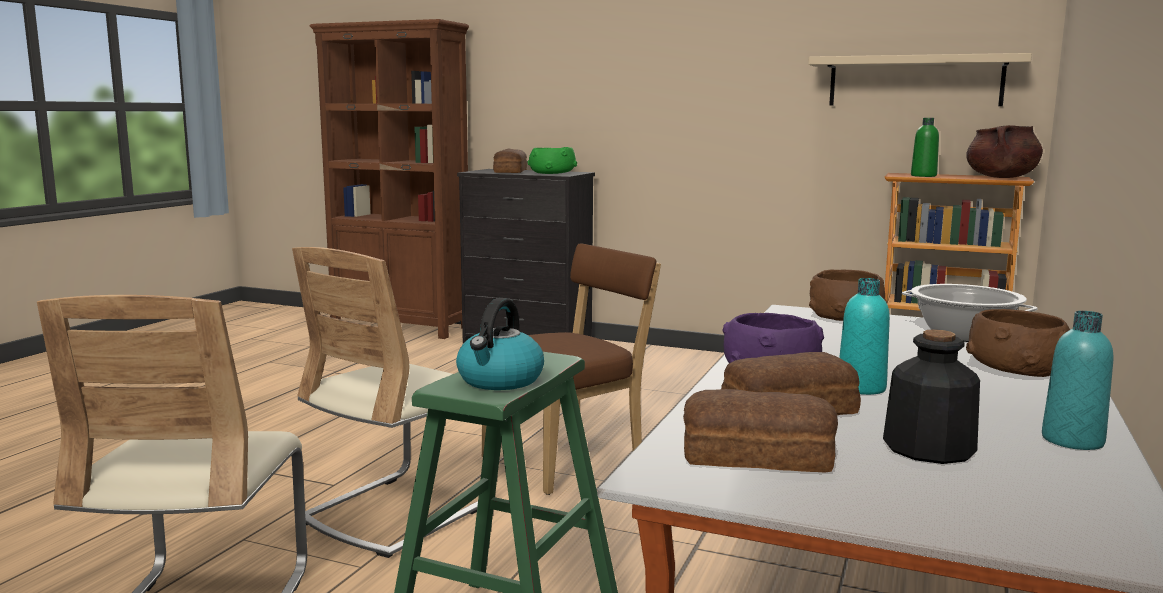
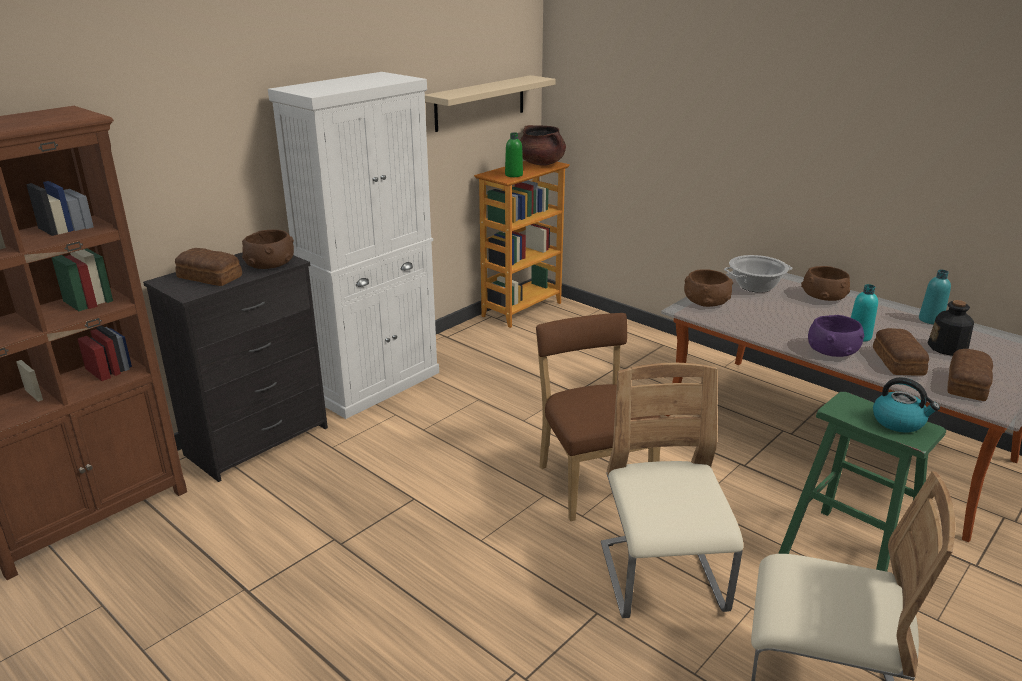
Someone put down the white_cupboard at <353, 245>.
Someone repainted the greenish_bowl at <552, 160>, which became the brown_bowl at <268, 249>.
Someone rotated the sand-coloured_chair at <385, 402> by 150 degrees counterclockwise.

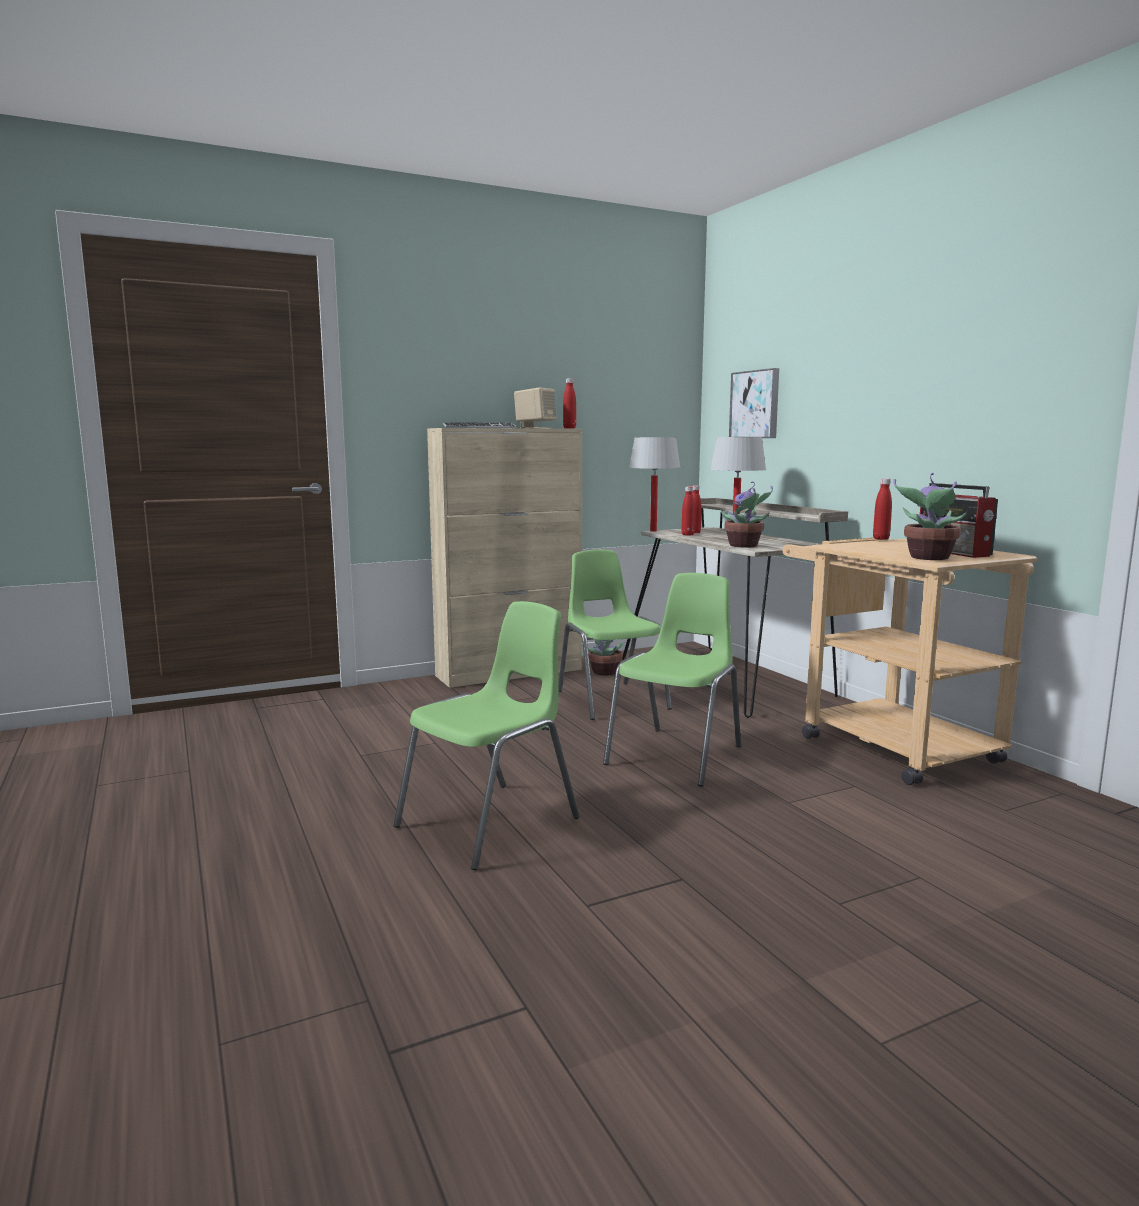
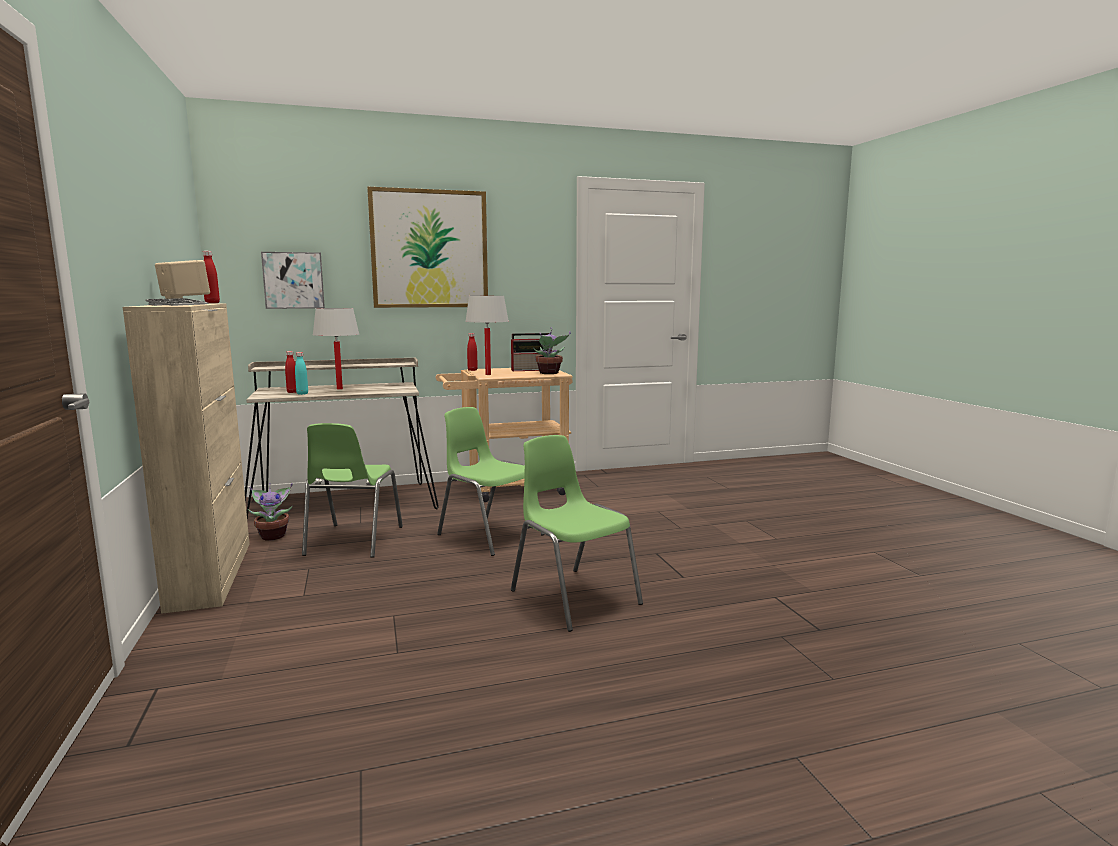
Someone took away the plant_in_a_pot at <746, 514>.
Someone put up the wall_art at <427, 247>.
Someone carried the white_tabletop_lamp from <655, 484> to <487, 335>.
Someone repainted the reddish_beverage_bottle at <688, 511>, which became the turquoise_beverage_bottle at <301, 373>.
Someone rotated the greenish_chair at <615, 635> by 75 degrees counterclockwise.

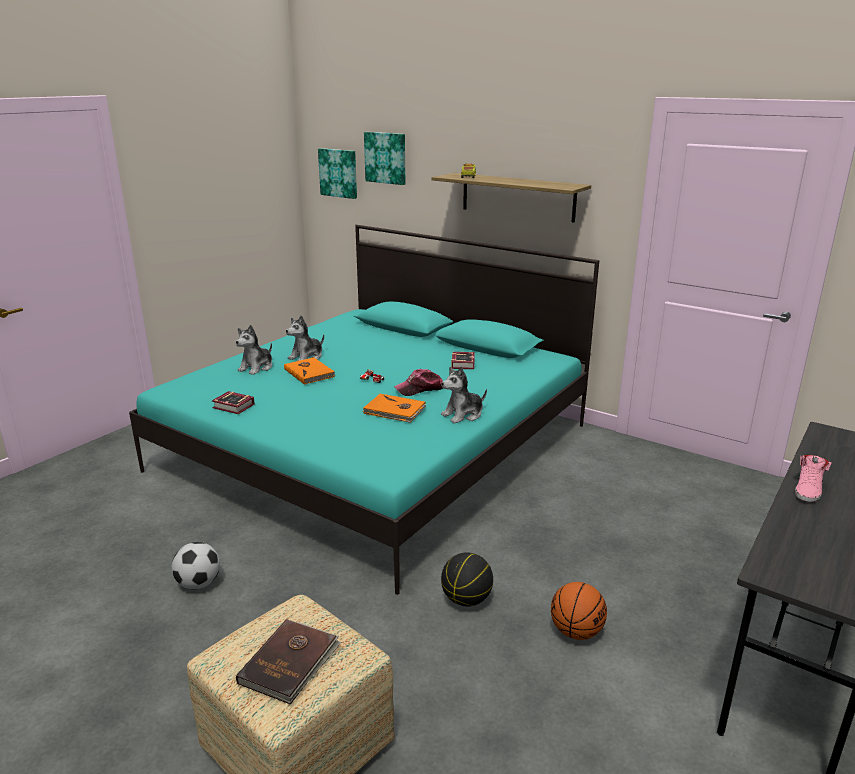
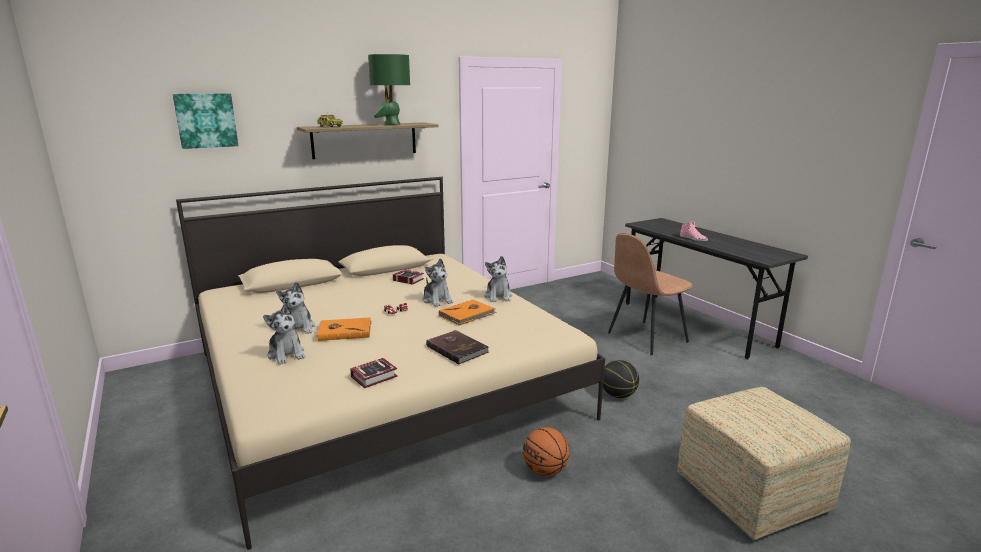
Someone took away the football_ball at <196, 565>.
Someone took away the wall_art at <337, 173>.
Someone put down the greenish_tabletop_lamp at <389, 89>.
Someone put down the brown_chair at <650, 294>.
Someone carried the brown_bound_book from <289, 662> to <457, 347>.
Someone carried the ball_for_basketball from <579, 611> to <546, 451>.
Someone swapped the baseball_cap at <418, 382> for the plush_toy at <438, 282>.
Someone repainted the turquoise_sleeping_bed at <364, 410>, which became the sand-coloured_sleeping_bed at <390, 363>.

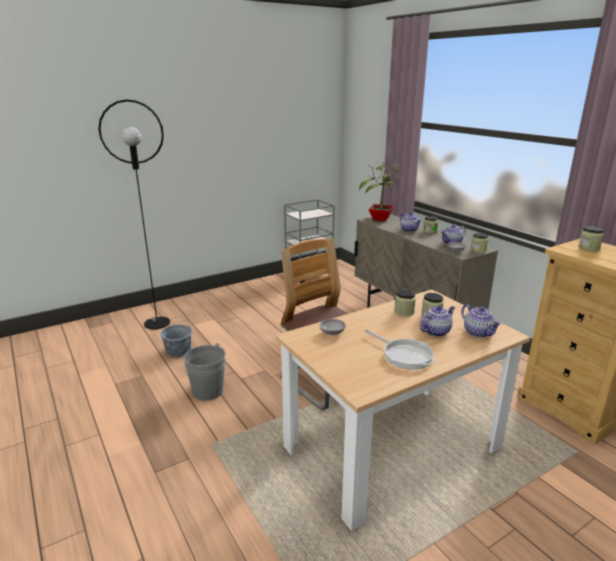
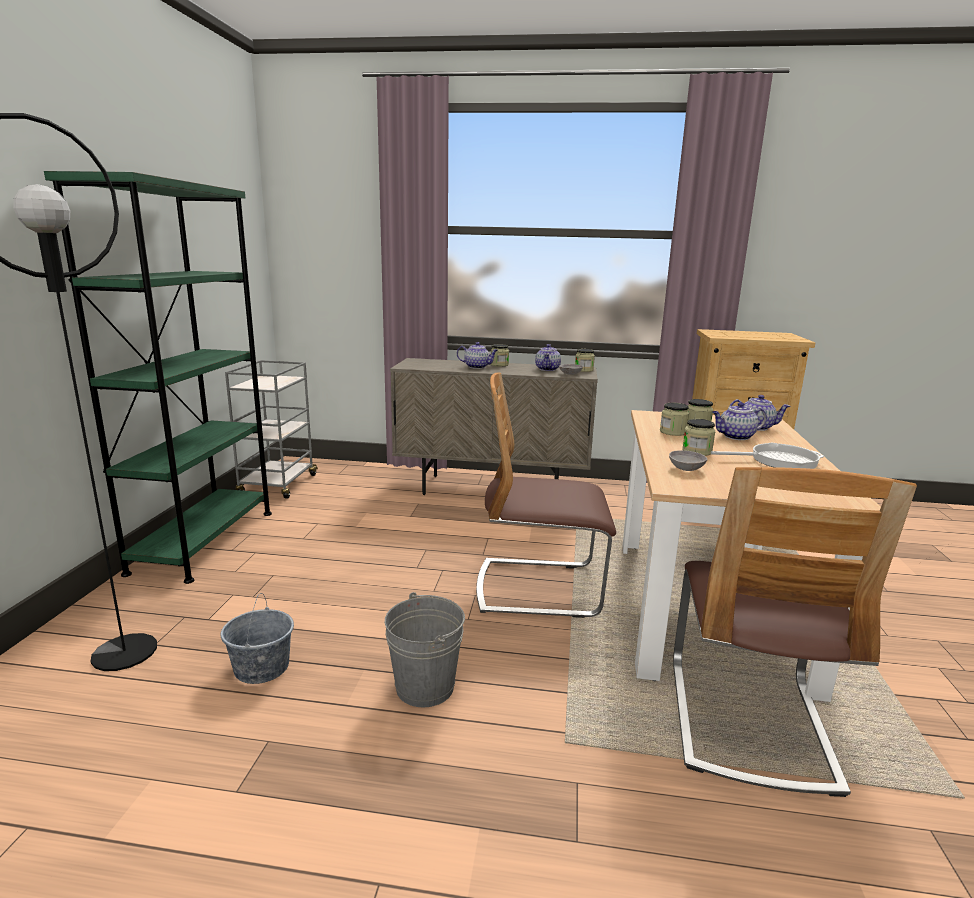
Someone took away the plant_in_a_pot at <379, 191>.
Someone put down the greenish_shelving_unit at <158, 377>.
Someone put down the chair at <795, 632>.
Someone carried the storage_jar from <591, 238> to <698, 437>.
Someone rotated the teapot at <437, 321> by 105 degrees counterclockwise.

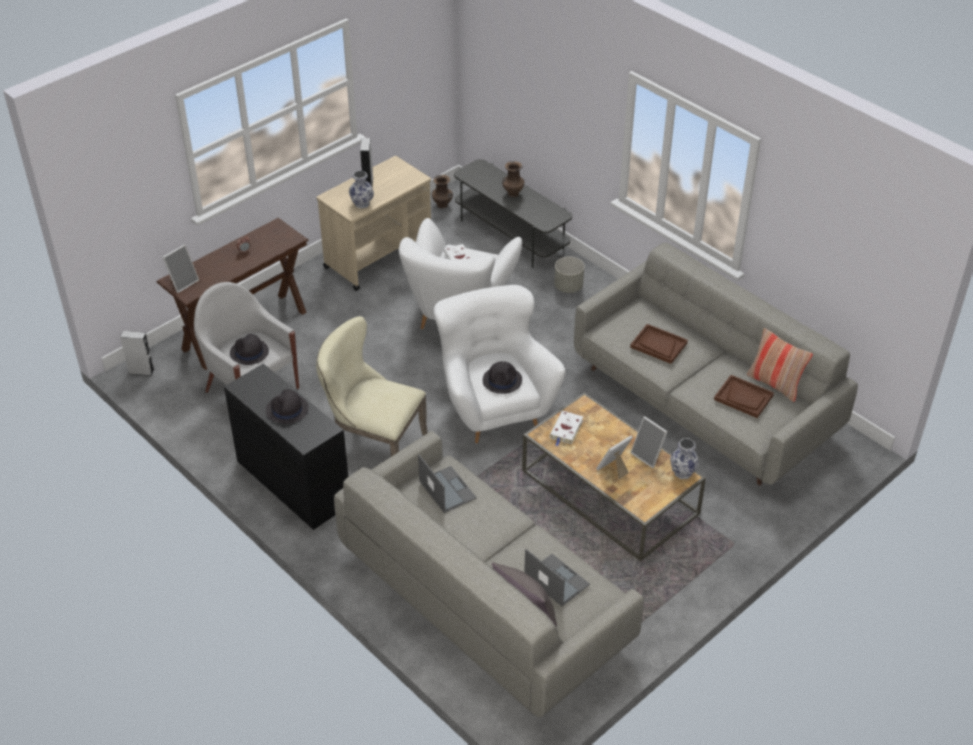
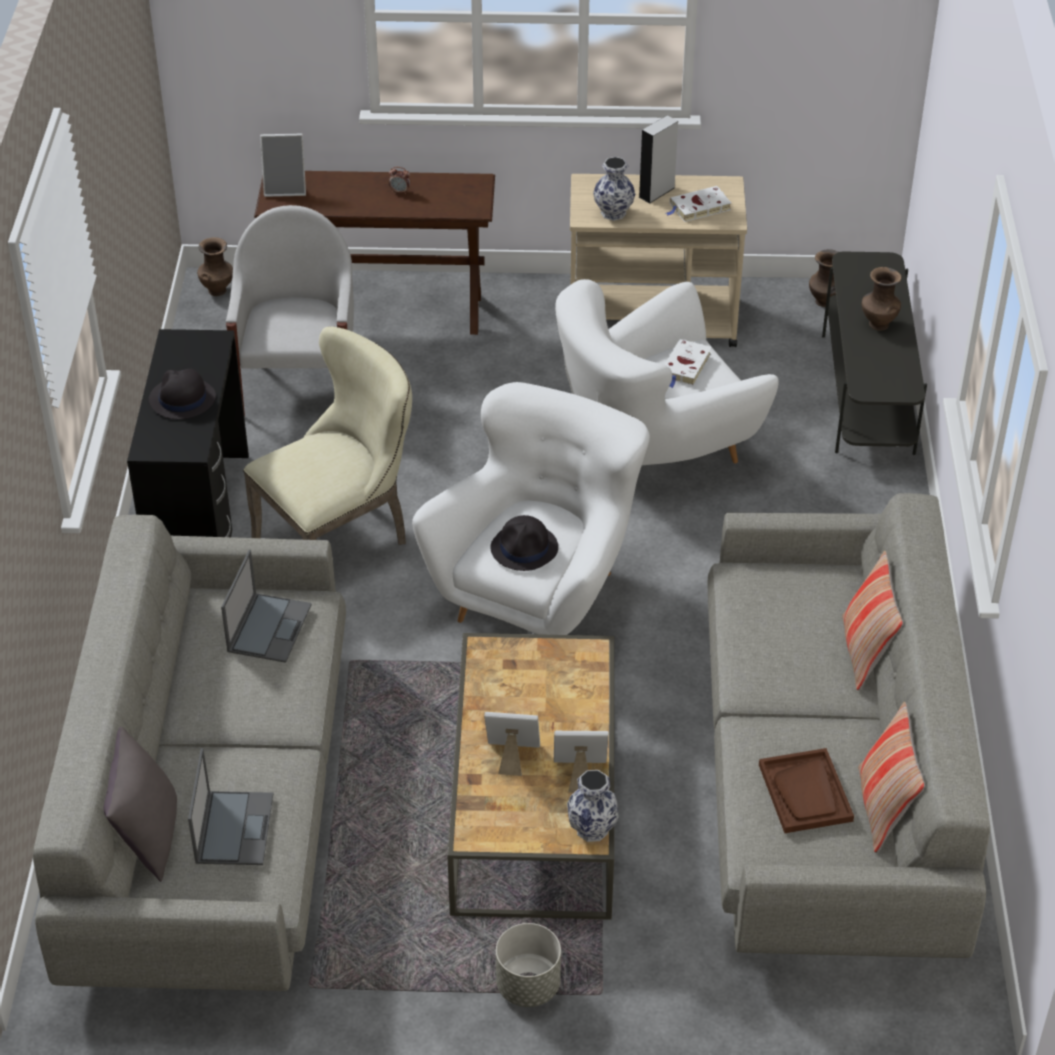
Someone took away the black-coloured_clothing_hat at <249, 349>.
Someone took away the brown_carrying_tray at <659, 344>.
Someone put down the throw_pillow at <872, 621>.
Someone carried the white_bound_book from <566, 428> to <698, 204>.
Someone carried the grey_planter from <569, 275> to <528, 965>.
Someone swapped the grey_loudspeaker at <137, 353> for the brown_flower_vase at <215, 266>.
Someone rotated the sand-coloured_chair at <372, 386> by 75 degrees clockwise.
Someone rotated the picture_frame at <649, 442> by 90 degrees clockwise.

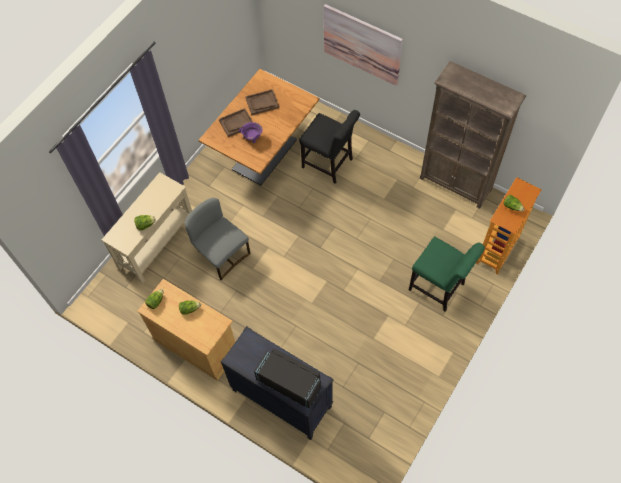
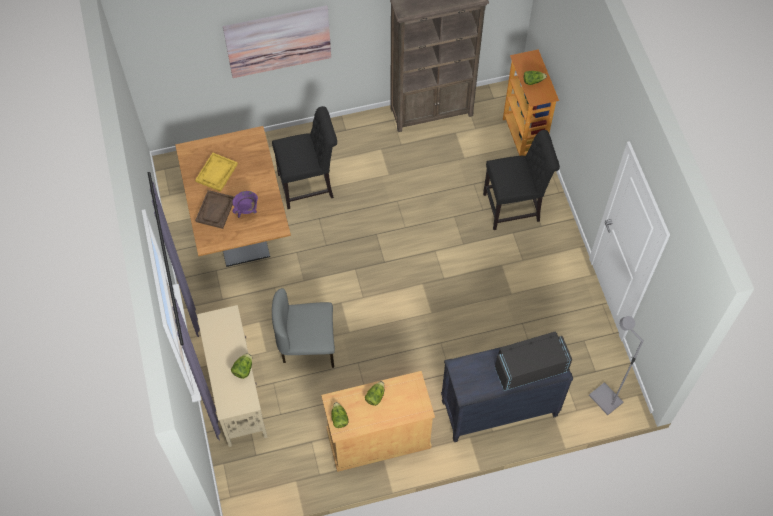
Someone put down the grey_floor_lamp at <616, 365>.
Someone repainted the brown_carrying_tray at <262, 102>, which became the yellow_carrying_tray at <216, 172>.
Someone repainted the greenish_chair at <447, 274>, which became the black-coloured_chair at <521, 180>.

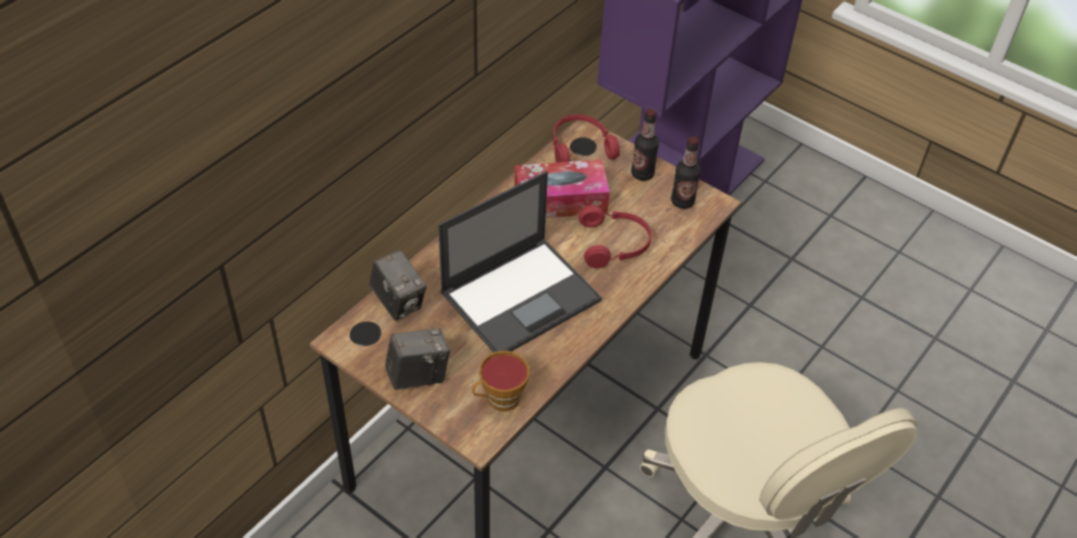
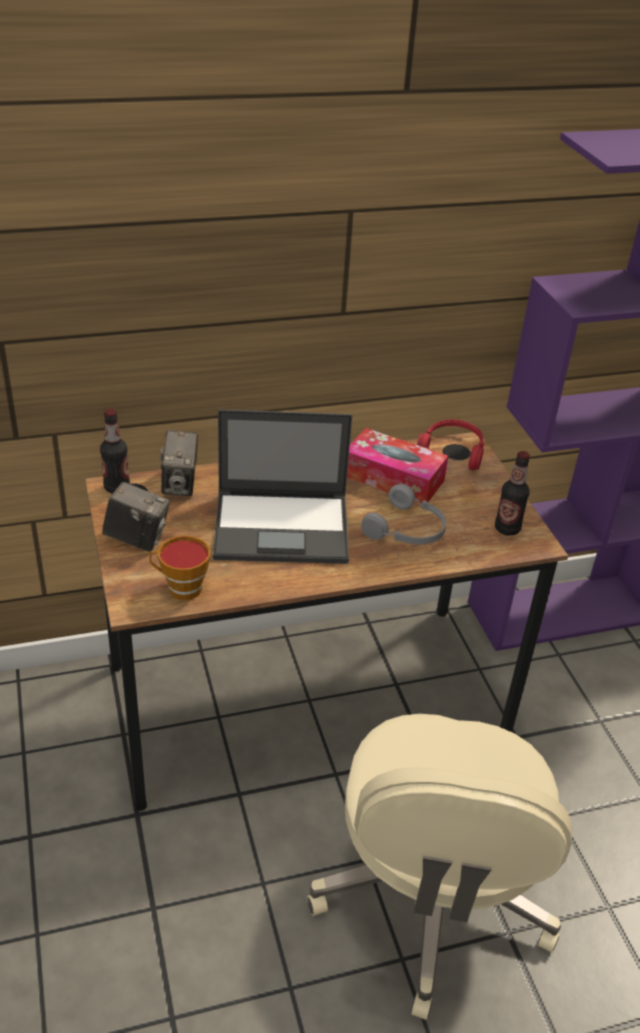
Someone carried the beverage_bottle from <645, 145> to <115, 451>.
Someone repainted the reddish_pair_of_headphones at <615, 236>, which became the grey_pair_of_headphones at <403, 514>.

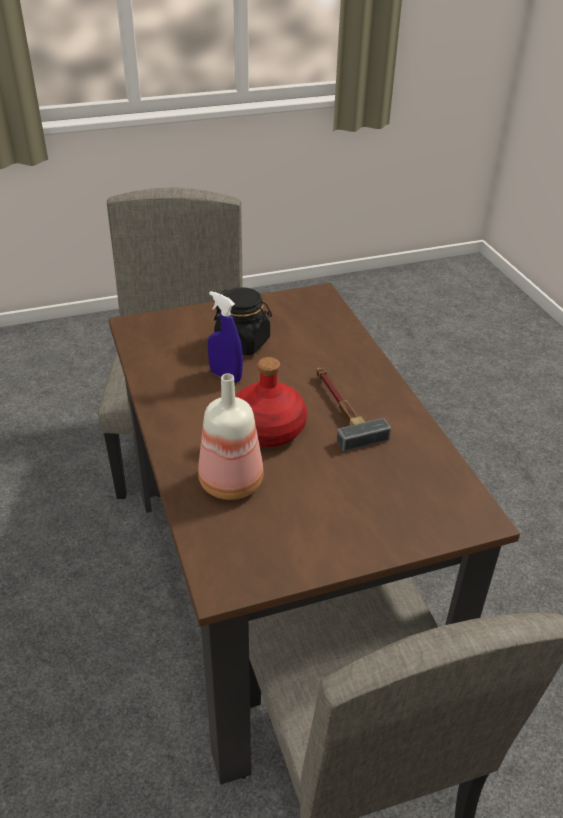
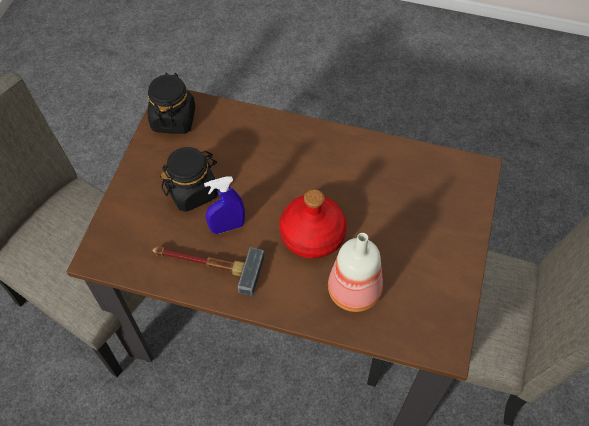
Someone put down the black-coloured_storage_jar at <171, 103>.
Someone carried the tool_hammer from <353, 409> to <208, 271>.

